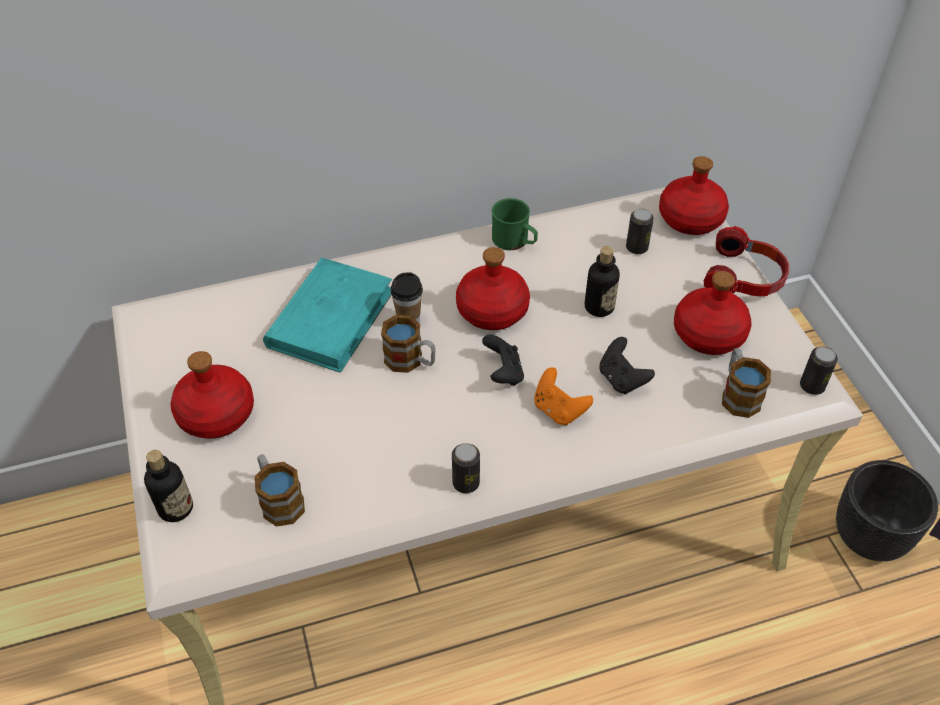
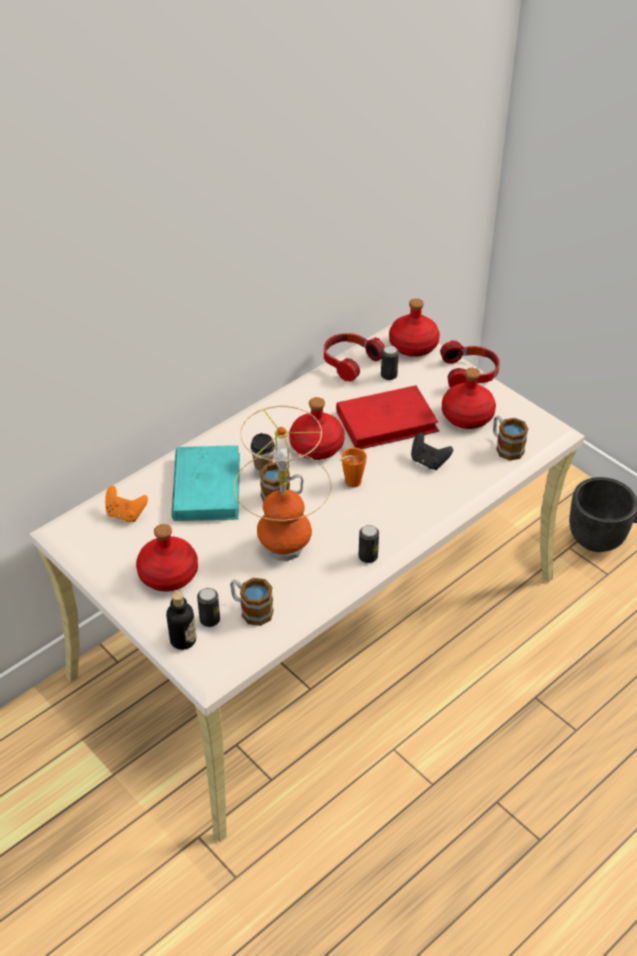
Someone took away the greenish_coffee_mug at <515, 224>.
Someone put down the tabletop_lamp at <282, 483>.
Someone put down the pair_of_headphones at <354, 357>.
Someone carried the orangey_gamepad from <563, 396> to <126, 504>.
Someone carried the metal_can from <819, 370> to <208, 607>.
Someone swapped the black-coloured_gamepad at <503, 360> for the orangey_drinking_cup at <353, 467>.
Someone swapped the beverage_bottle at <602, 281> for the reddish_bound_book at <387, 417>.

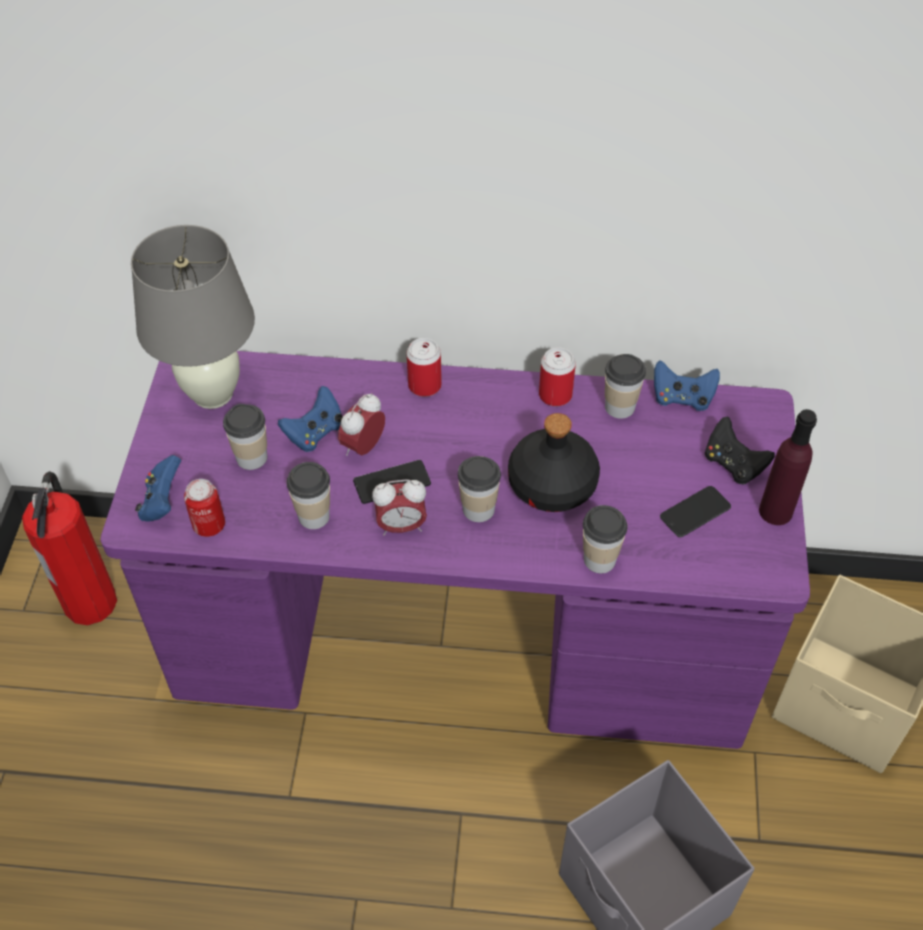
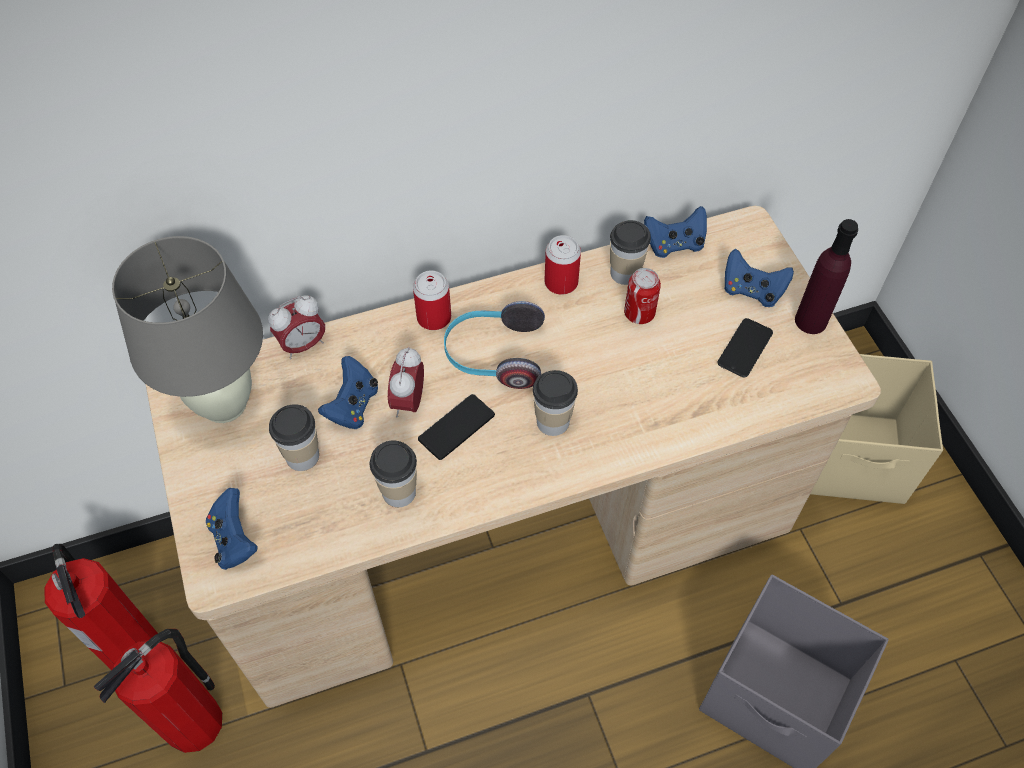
Someone took away the black-coloured_beverage_bottle at <554, 462>.
Someone took away the drinking_cup at <605, 539>.
Someone put down the fire-fighting_cylinder at <157, 691>.
Someone put down the pair_of_headphones at <494, 345>.
Someone carried the metal_can from <204, 508> to <642, 296>.
Someone carried the table_clock from <399, 507> to <296, 327>.
Someone repainted the purple-coloured_desk at <455, 550>, which became the sand-coloured_desk at <513, 457>.
Someone repainted the black-coloured_gamepad at <740, 450>, which became the blue_gamepad at <759, 278>.

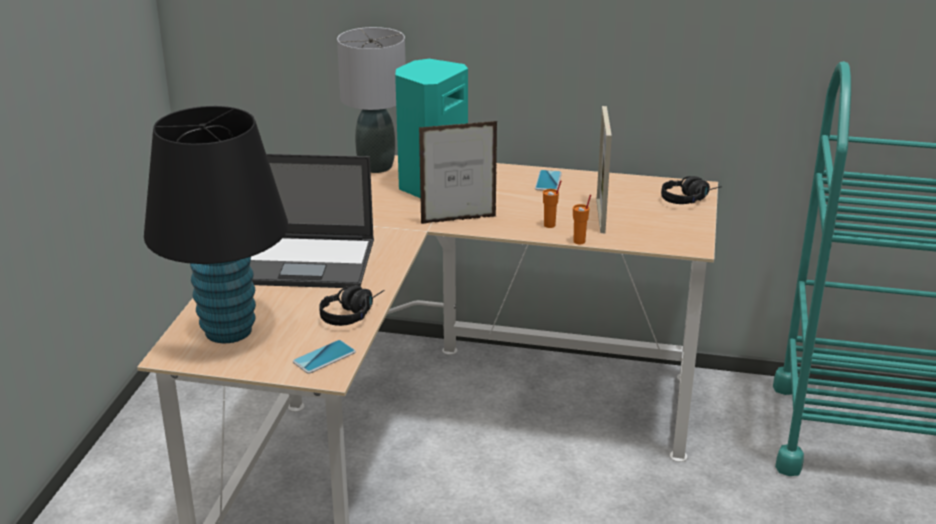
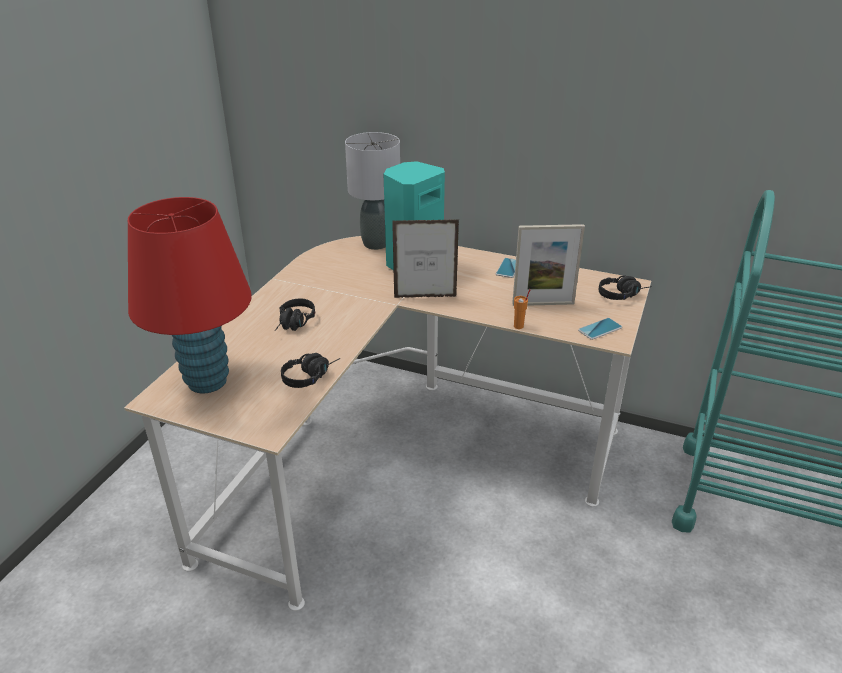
Someone took away the orangey_drinking_cup at <552, 204>.
Someone carried the handset from <324, 357> to <600, 329>.
Someone swapped the laptop at <312, 221> for the black-coloured_pair_of_headphones at <295, 314>.
Someone repainted the black-coloured_tabletop_lamp at <216, 224>, which became the reddish_tabletop_lamp at <190, 295>.
Someone rotated the picture_frame at <604, 169> by 105 degrees counterclockwise.

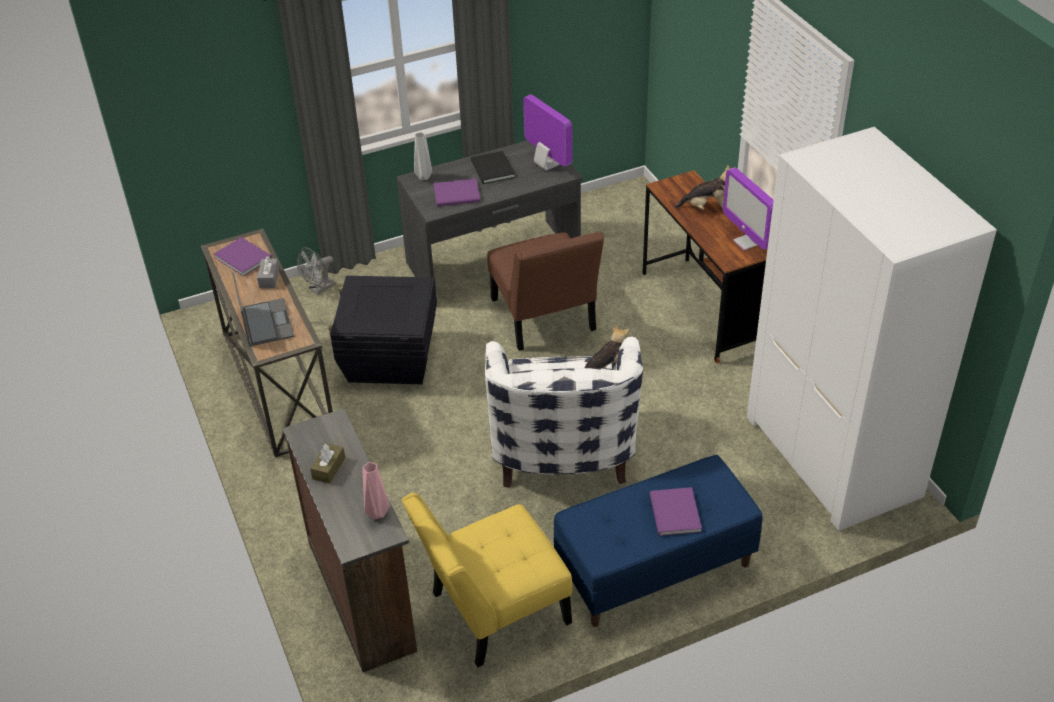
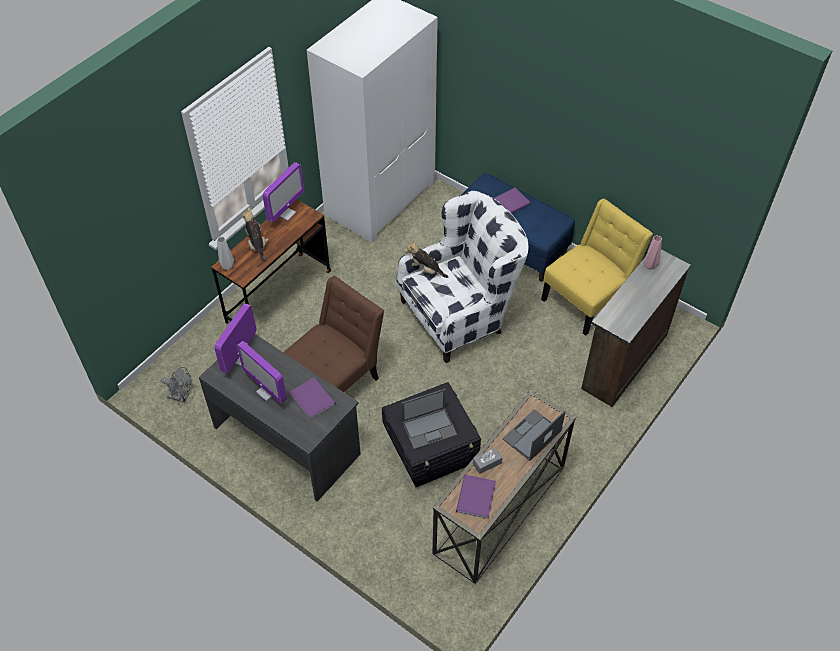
Someone took away the brown_box_of_tissues at <327, 463>.
Someone put down the laptop at <429, 419>.
Someone carried the grey_cooling_fan from <316, 271> to <176, 385>.
Someone carried the grey_flower_vase from <423, 156> to <225, 253>.
Someone swapped the black-coloured_bound_book at <493, 167> for the monitor at <262, 372>.
Someone rotated the yellow_chair at <487, 580> by 75 degrees counterclockwise.

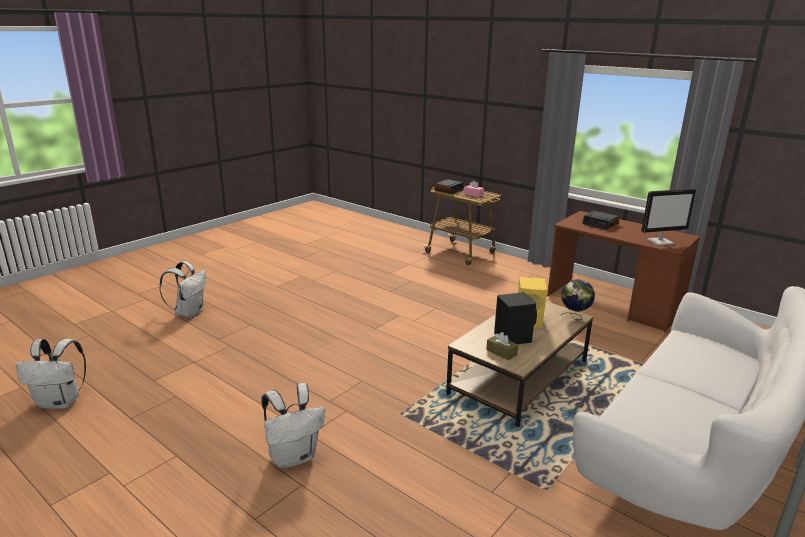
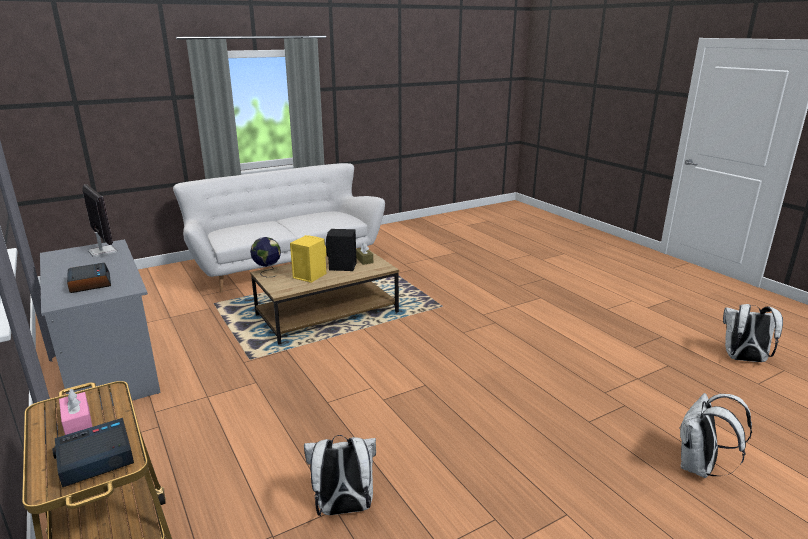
Someone carried the white_backpack from <293, 425> to <340, 475>.
Someone repainted the brown_desk at <623, 272>, which became the grey_desk at <100, 323>.
Someone rotated the monitor at <668, 217> by 45 degrees clockwise.

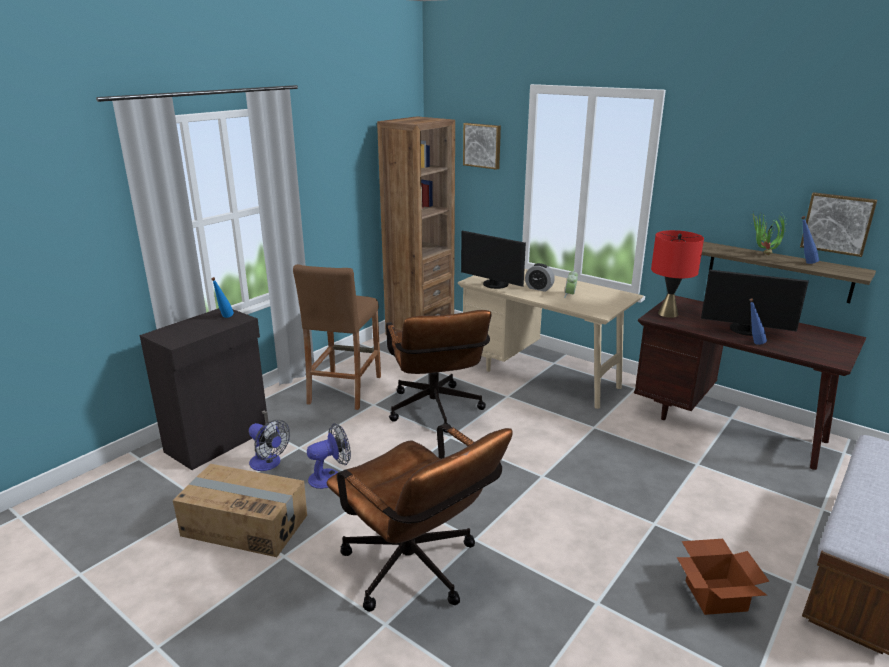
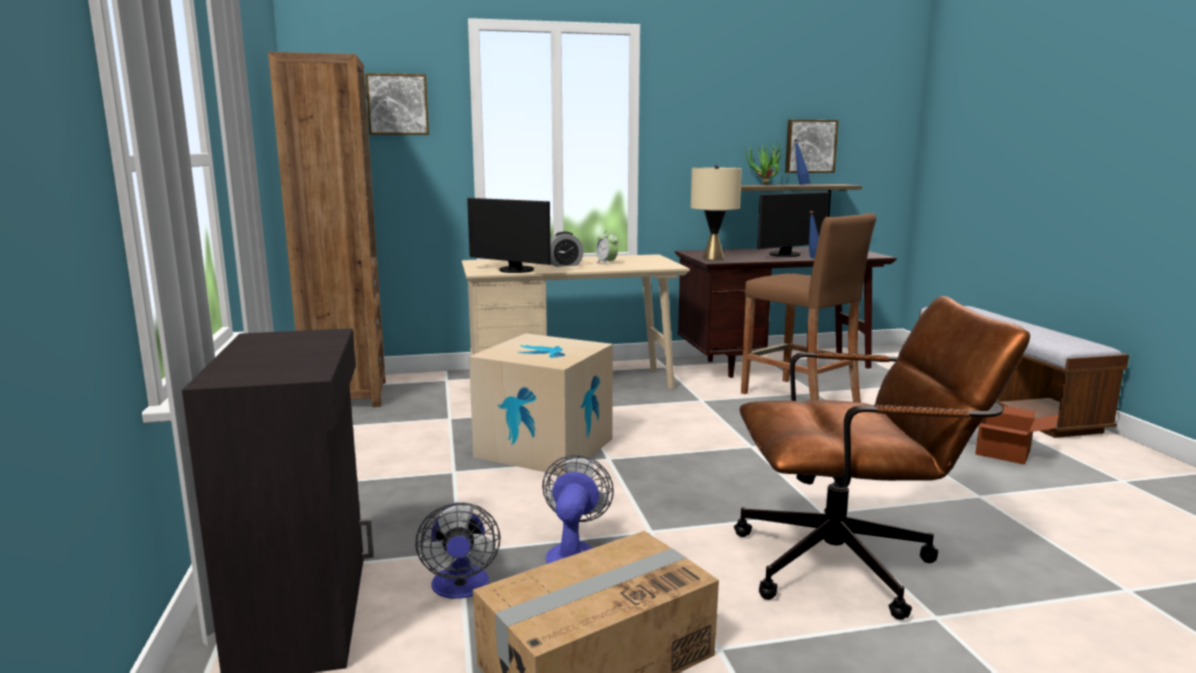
Someone took away the blue_beverage_bottle at <222, 297>.
Someone carried the brown_sitting_stool from <337, 337> to <808, 307>.
Someone swapped the brown_computer_chair at <438, 371> for the packing_box at <541, 404>.
Someone repainted the reddish_tabletop_lamp at <677, 274>, which became the sand-coloured_tabletop_lamp at <716, 212>.
Someone rotated the cooling_fan at <269, 445> by 90 degrees clockwise.
Someone rotated the monitor at <493, 260> by 45 degrees clockwise.

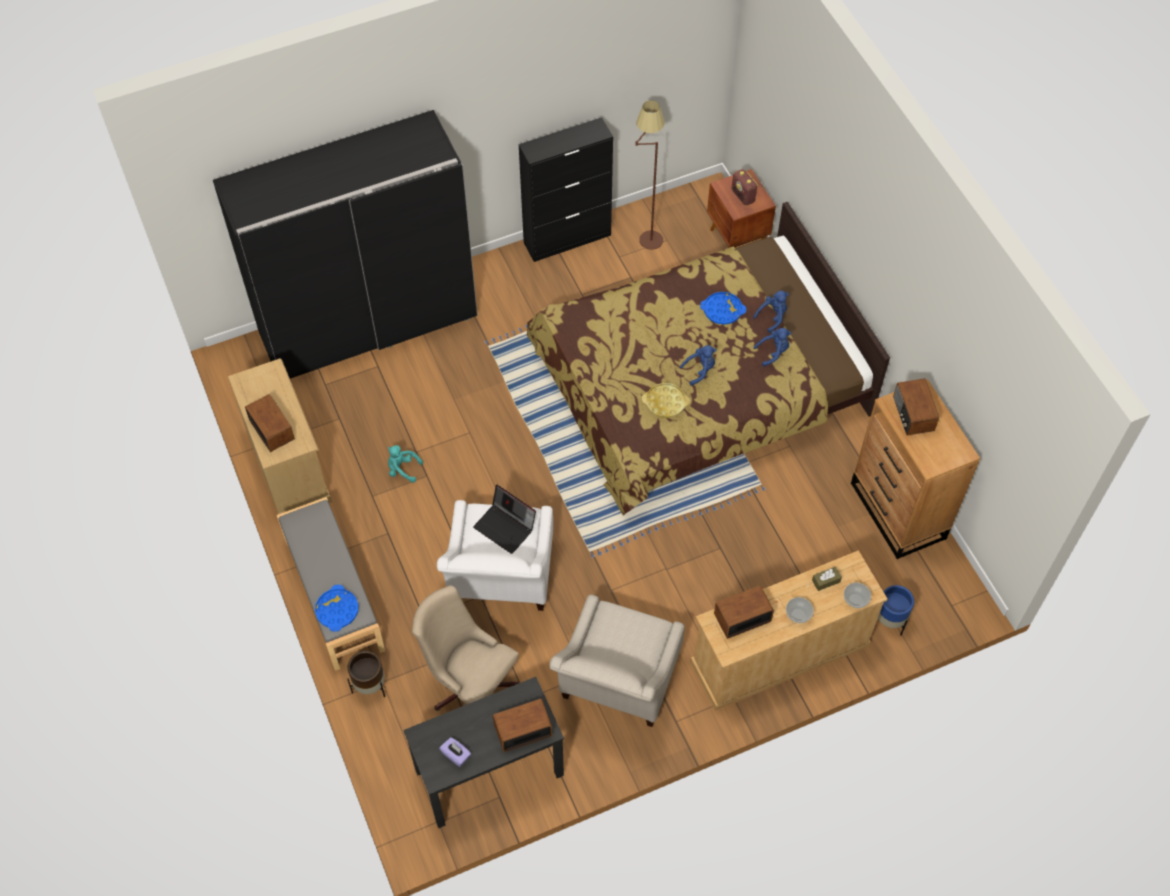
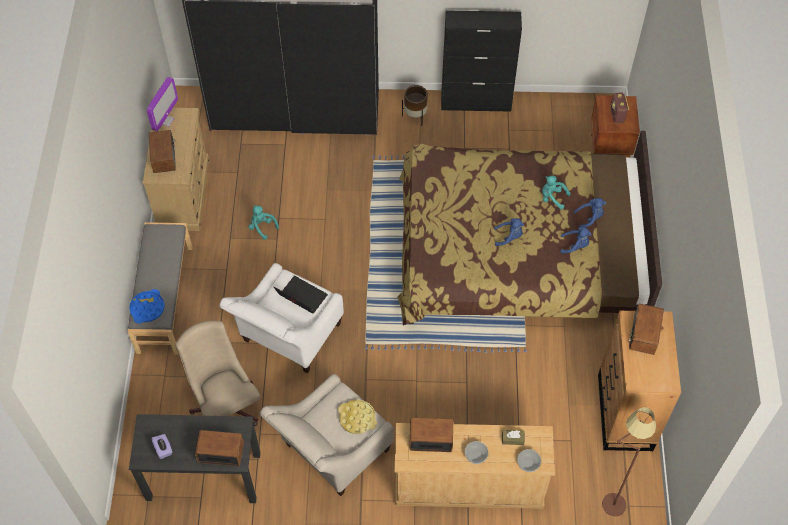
Someone took away the blue_planter at <896, 610>.
Someone put down the monitor at <162, 104>.
Someone carried the brown_planter from <366, 674> to <415, 105>.
Someone carried the brown_floor_lamp from <650, 175> to <629, 461>.
Someone carried the yellow_carrying_tray from <666, 400> to <357, 416>.
Someone swapped the blue_carrying_tray at <723, 308> for the turquoise_plush_toy at <556, 192>.
Someone rotated the laptop at <504, 519> by 150 degrees clockwise.

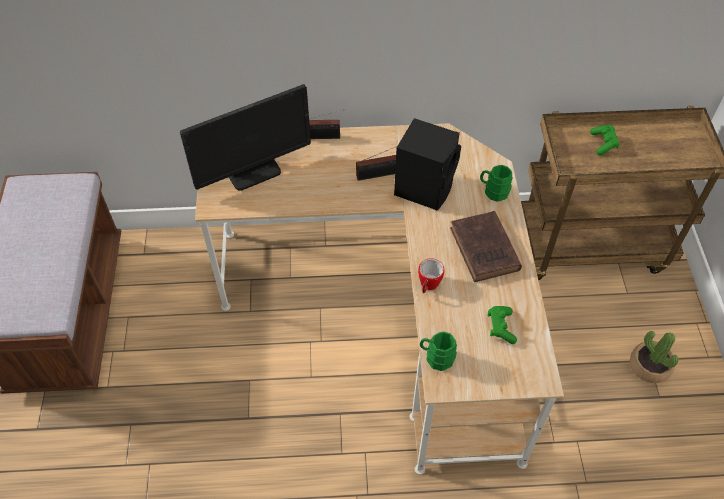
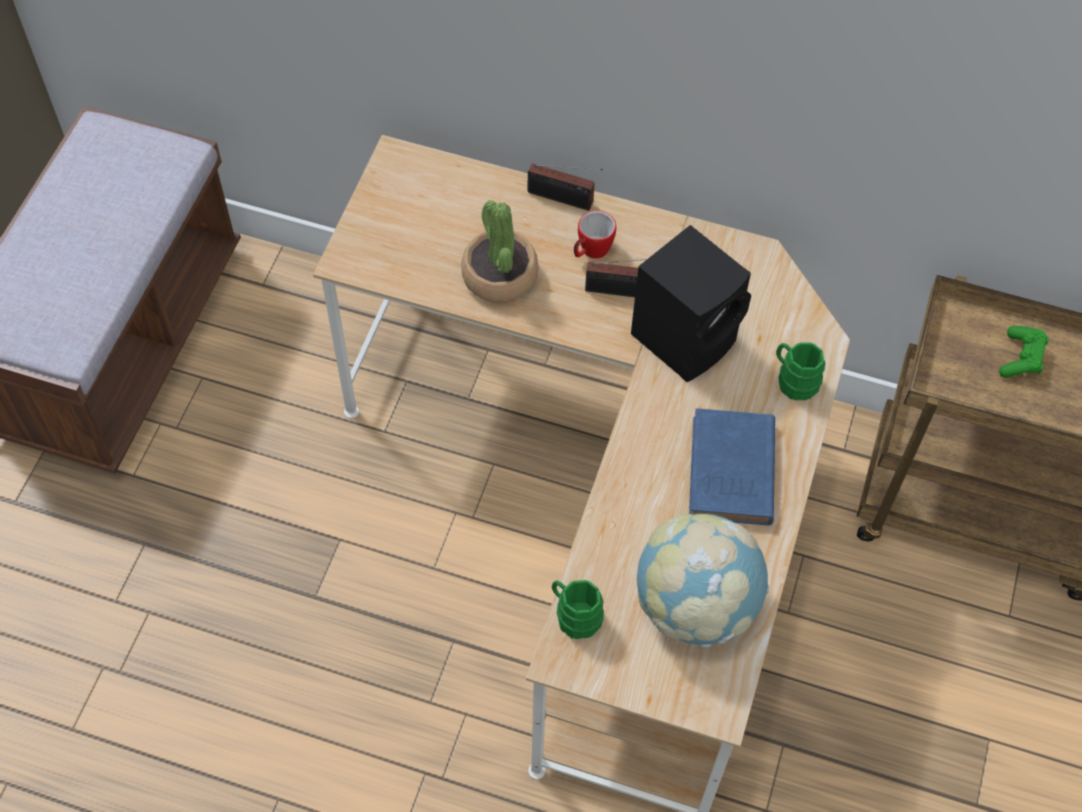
Someone took away the monitor at <245, 137>.
Someone carried the coffee_mug from <431, 275> to <595, 235>.
Someone carried the plant_in_a_pot from <654, 357> to <500, 251>.
Someone swapped the greenish_gamepad at <502, 325> for the desk_globe at <703, 580>.
Someone repainted the brown_bound_book at <486, 246>, which became the blue_bound_book at <732, 467>.

